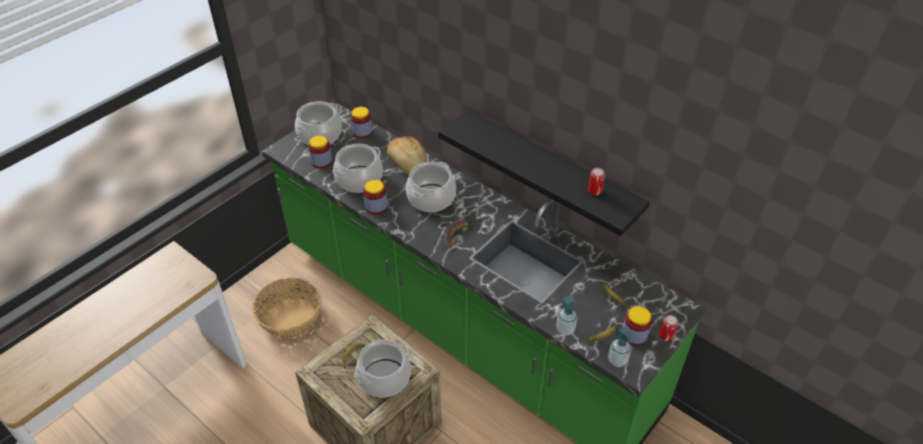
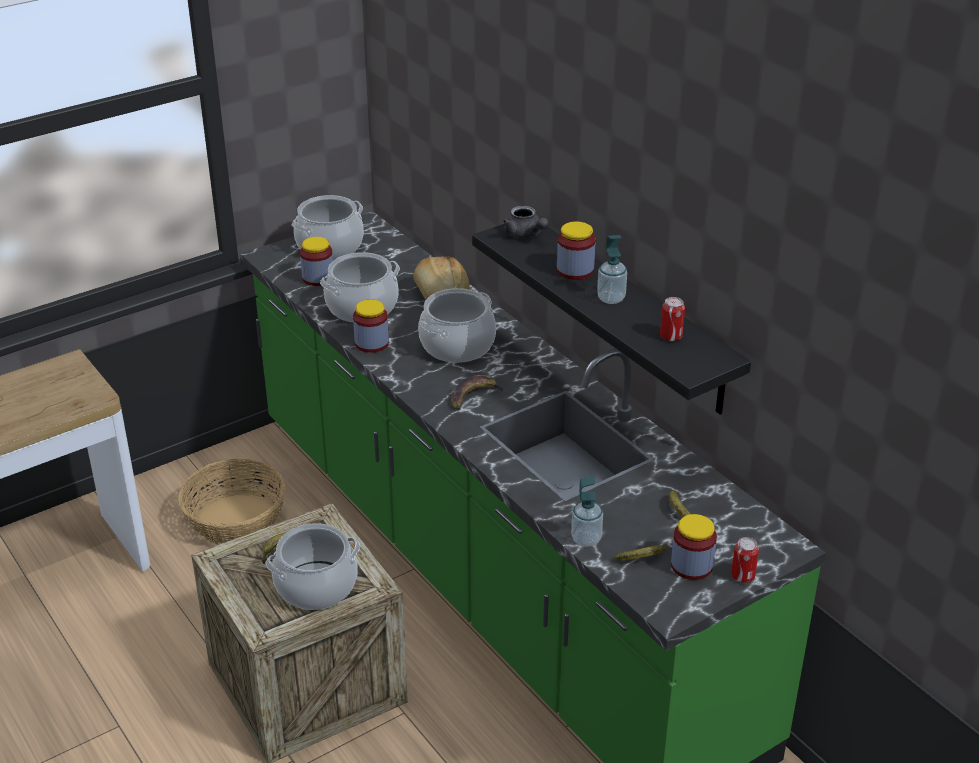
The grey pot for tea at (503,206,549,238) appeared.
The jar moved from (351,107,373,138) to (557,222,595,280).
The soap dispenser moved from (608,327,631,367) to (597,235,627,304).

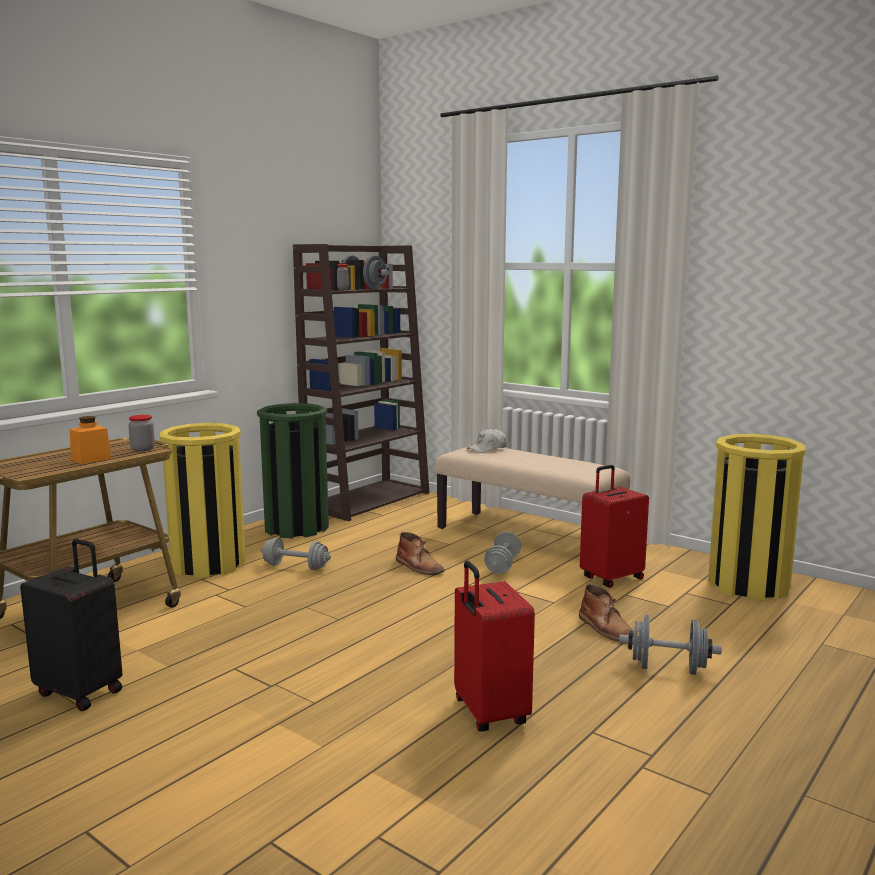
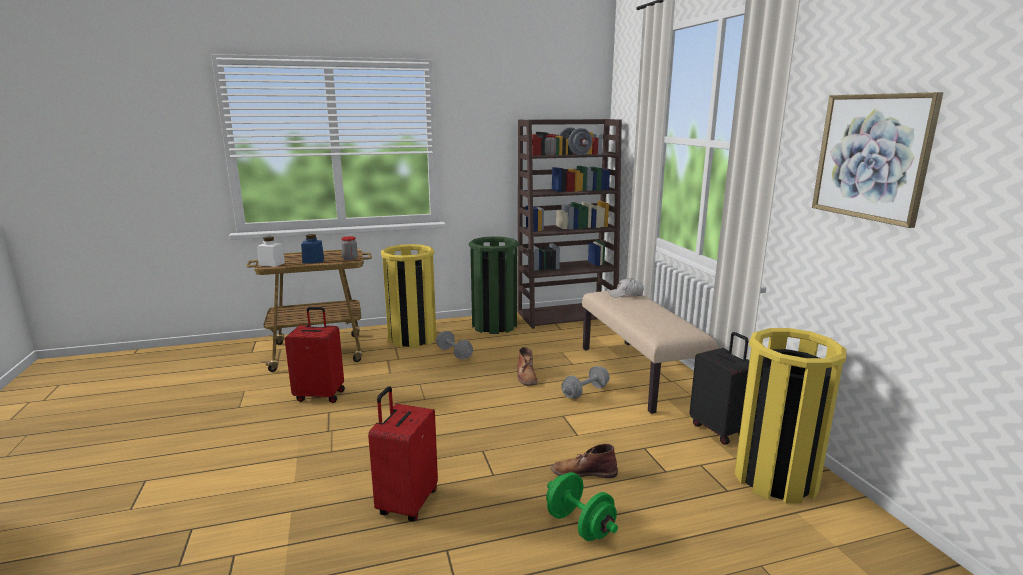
The white-coloured jar at (257,236,285,267) appeared.
The red-coloured suitcase moved from (580,465,649,588) to (285,307,345,403).
The orange-coloured jar at (70,416,111,464) became the blue-coloured jar at (301,234,324,264).
The grey free weight at (619,615,722,675) became the green-coloured free weight at (546,472,618,541).
The brown tall boot at (579,584,634,642) turned 90 degrees clockwise.
The black suitcase moved from (20,539,122,711) to (690,332,750,445).
The wall art at (812,92,943,228) appeared.

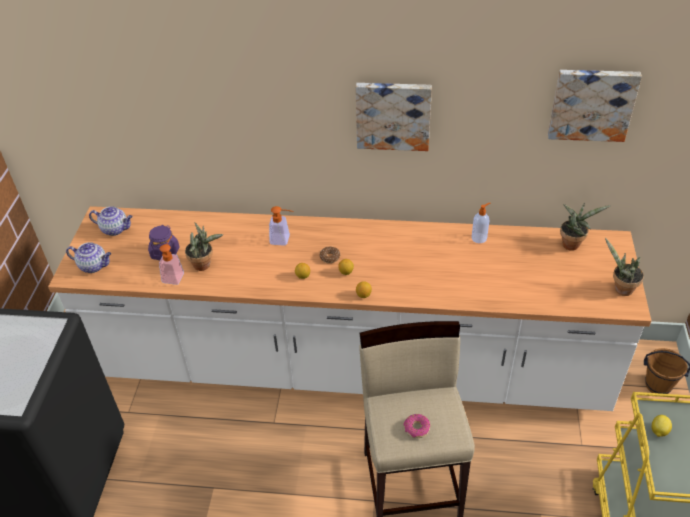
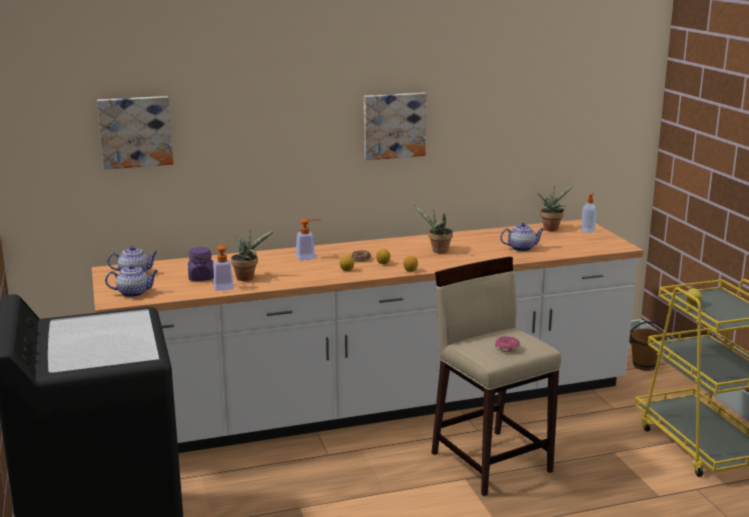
The wall art moved from (548,70,642,142) to (97,96,173,169).
The potted plant moved from (605,238,644,296) to (414,205,453,253).
The pot for tea at (500,223,544,252) appeared.
The soap dispenser moved from (472,203,490,243) to (581,193,597,232).

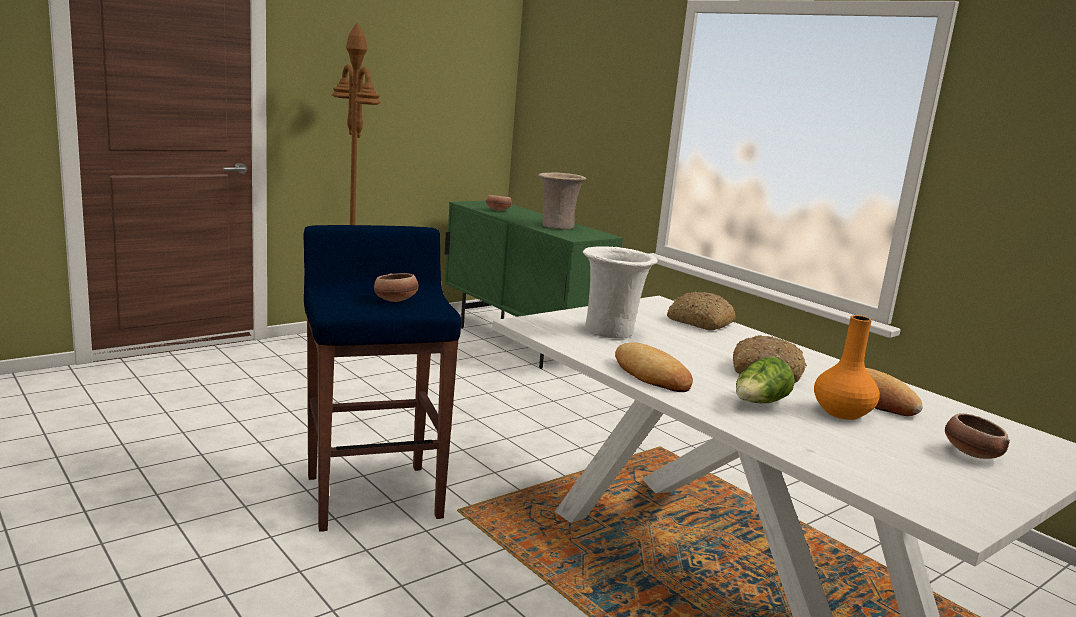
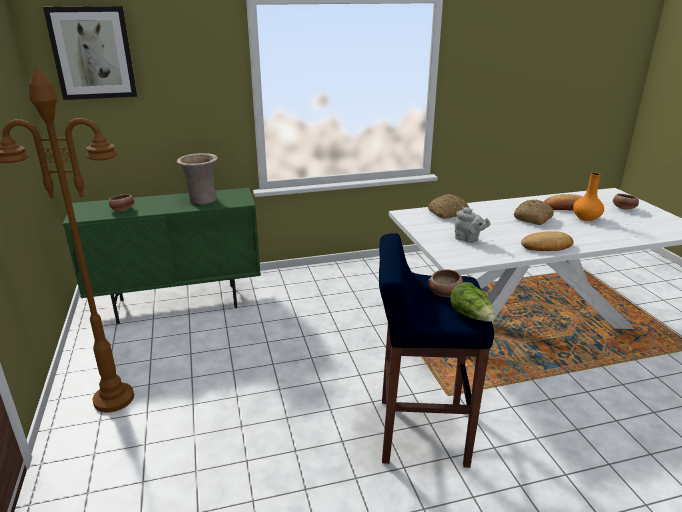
The wall art at (43,6,137,100) appeared.
The head of lettuce moved from (736,357,795,403) to (450,282,495,322).
The white-coloured flower vase at (583,246,658,339) was replaced by the grey pot for tea at (455,206,490,243).

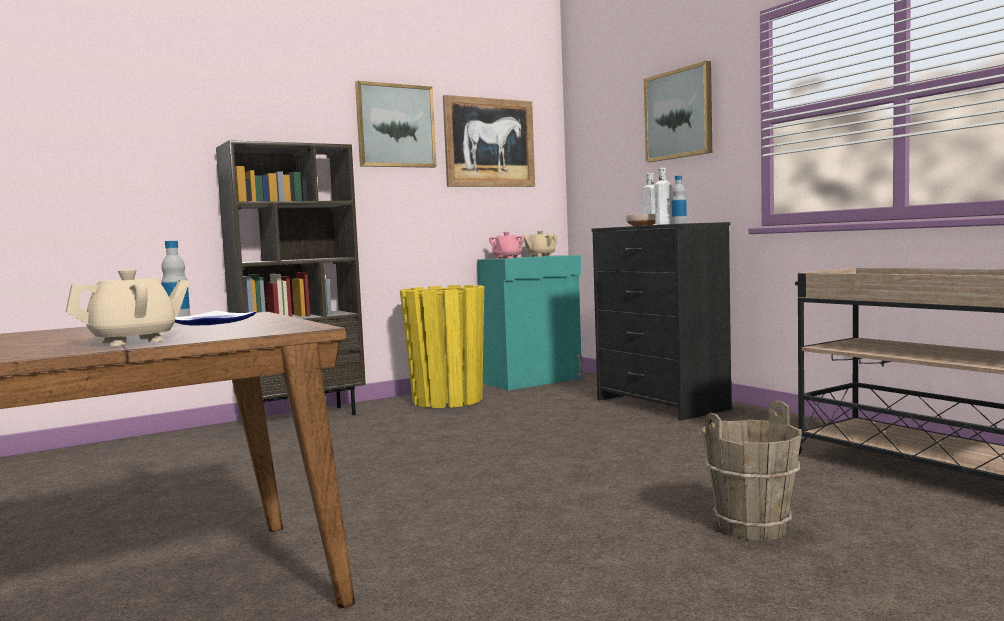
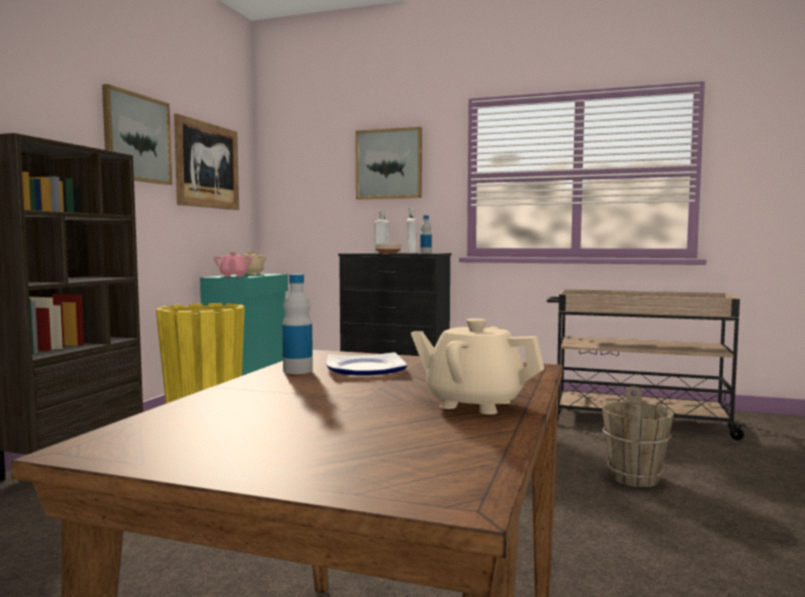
The sand-coloured pot for tea at (66,269,189,346) turned 75 degrees counterclockwise.

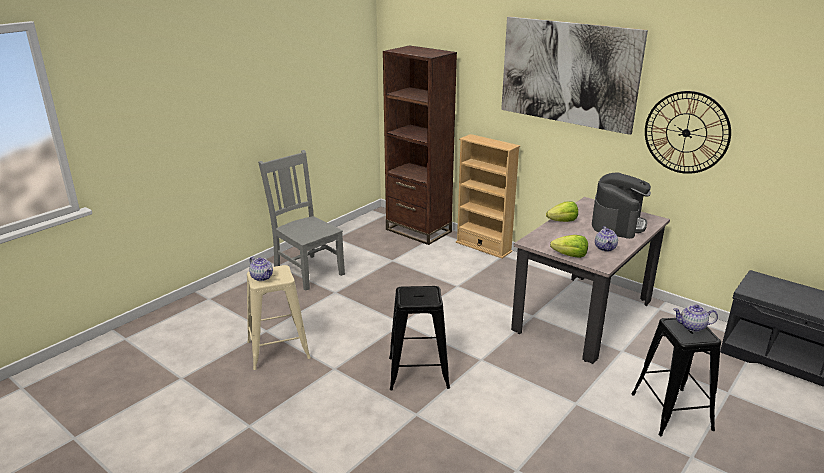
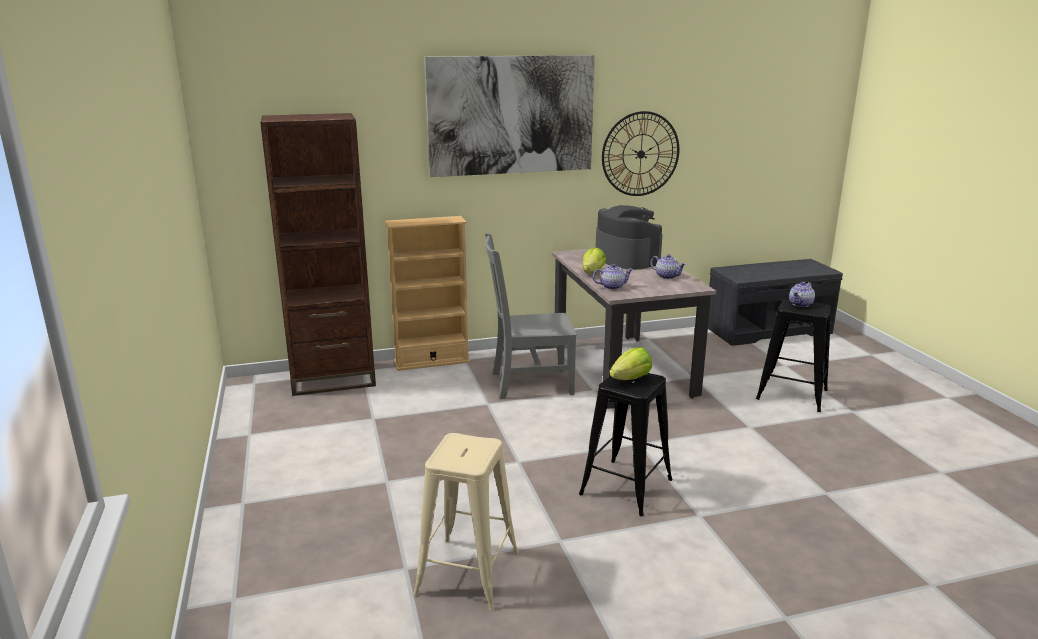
The grey upright chair moved from (258,150,345,291) to (485,232,577,399).
The pot for tea moved from (249,257,273,281) to (593,264,633,290).
The head of lettuce moved from (550,235,588,258) to (609,347,652,380).

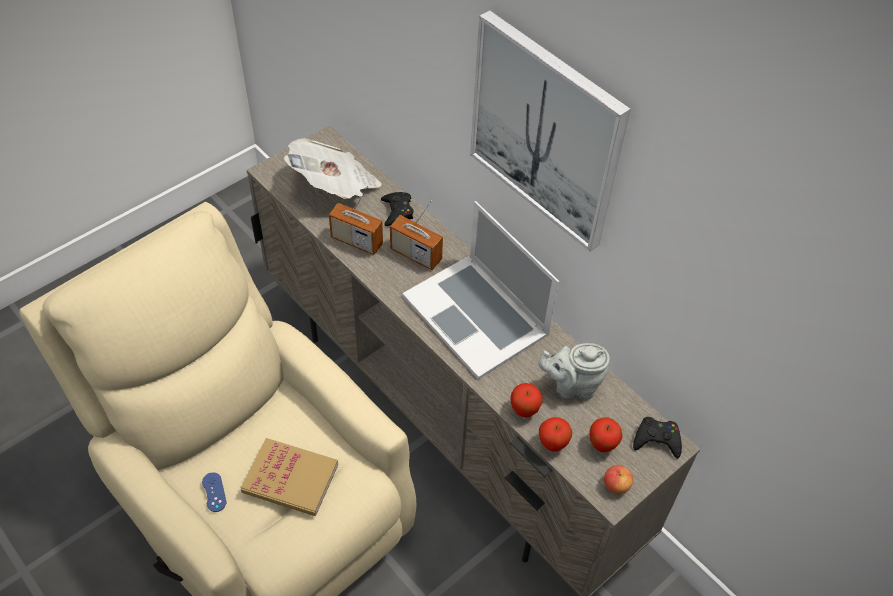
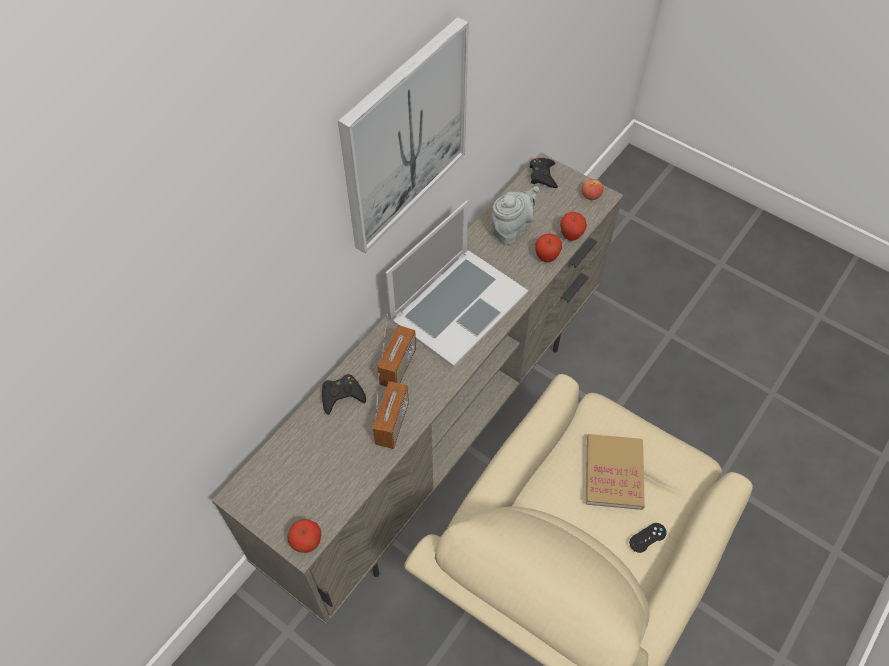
The apple fruit moved from (590,417,623,452) to (287,519,322,553).
The grey pot for tea at (538,343,610,399) turned 120 degrees counterclockwise.
The blue-coloured game controller at (202,472,227,512) became the black game controller at (629,523,667,553).
The printed paper at (283,138,382,199) disappeared.

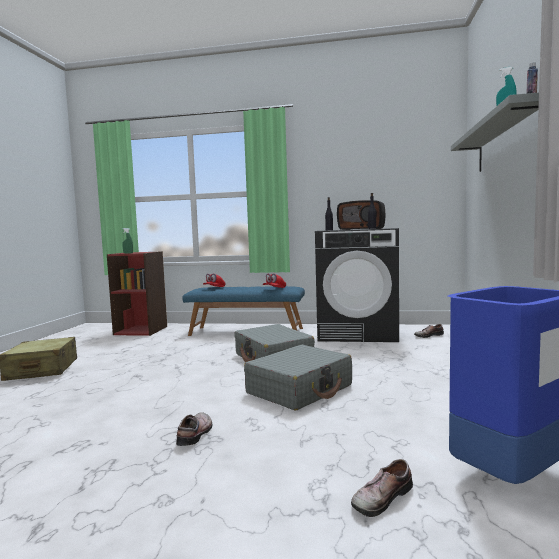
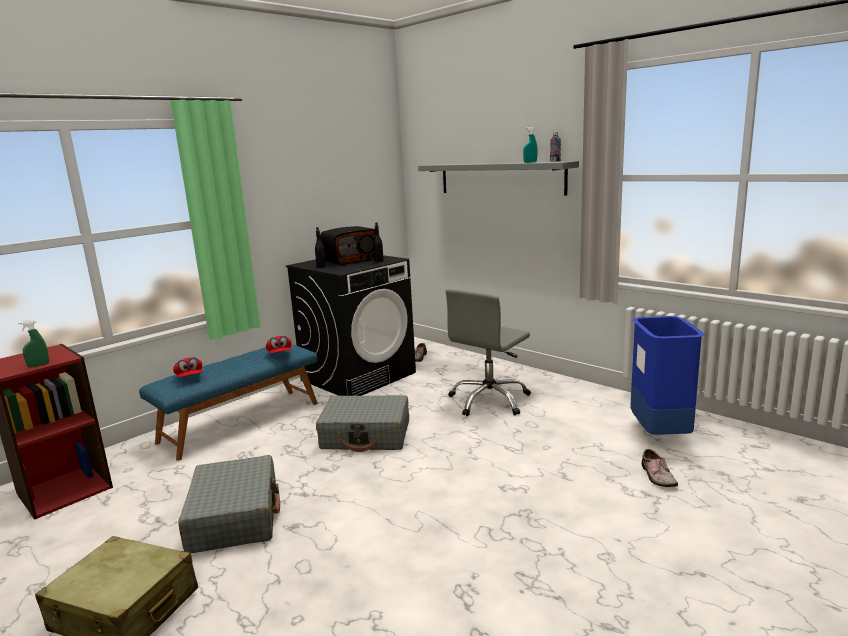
The grey suitcase moved from (244,345,352,410) to (178,455,280,553).
The grey computer chair at (446,289,531,416) appeared.
The low shoe at (176,412,212,446) disappeared.

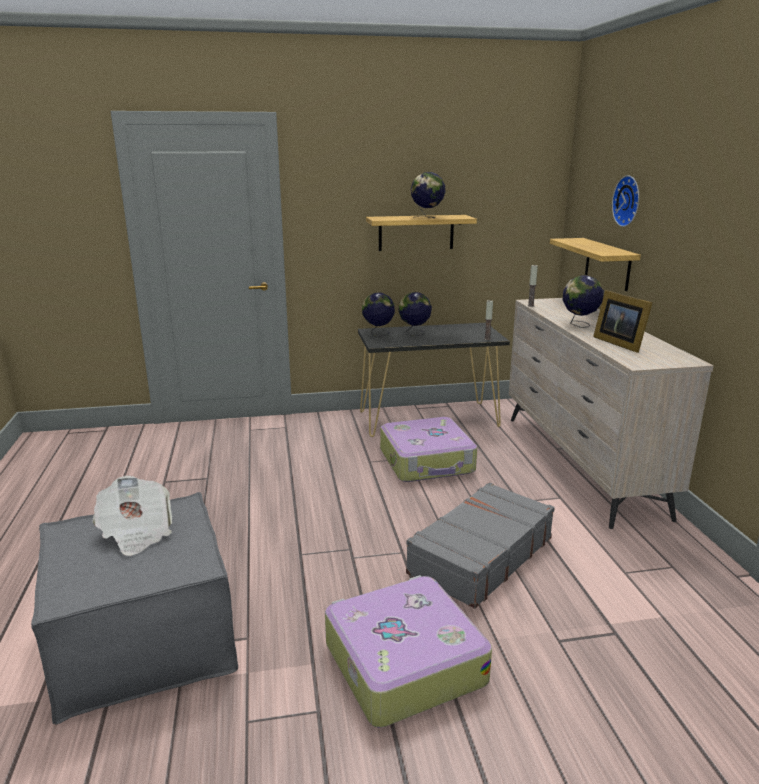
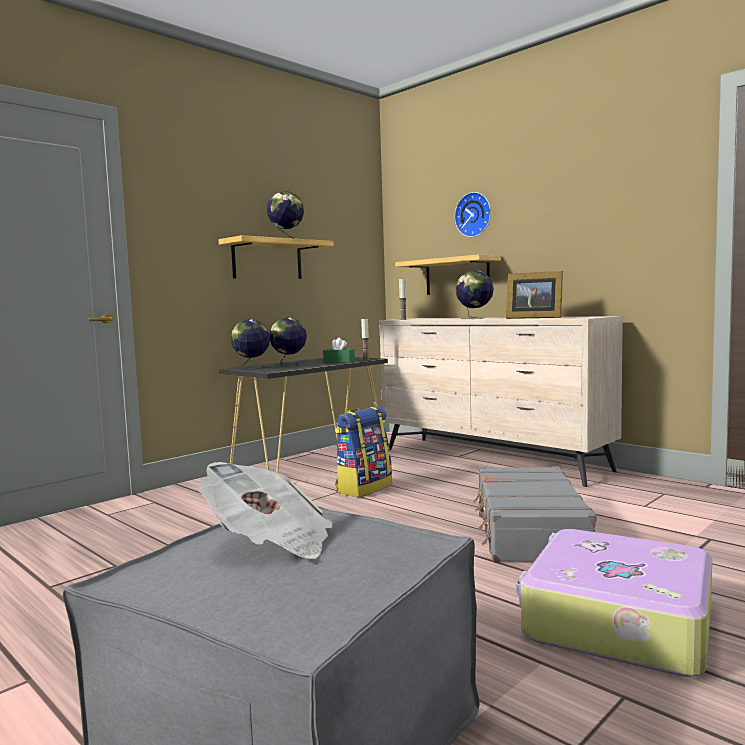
The green-coloured tissue holder at (323,338,355,363) appeared.
The suitcase at (380,417,477,482) was replaced by the rucksack at (335,406,392,497).

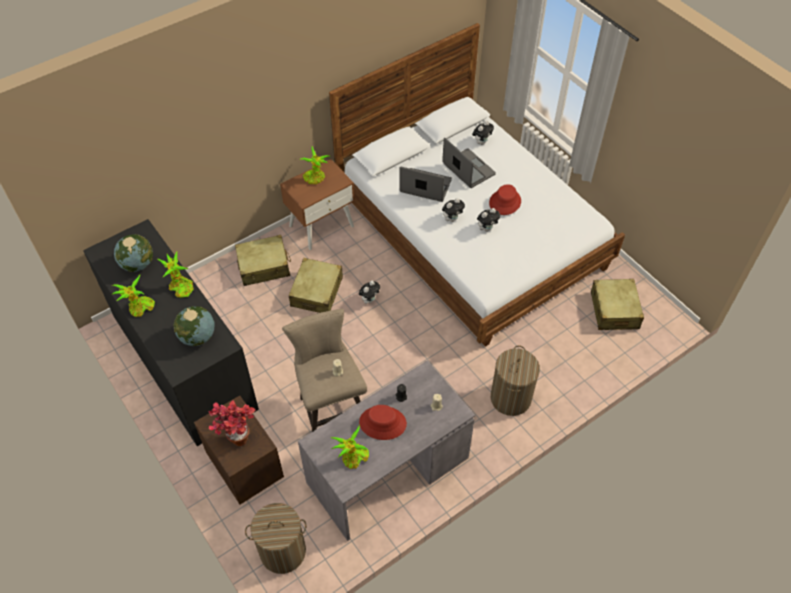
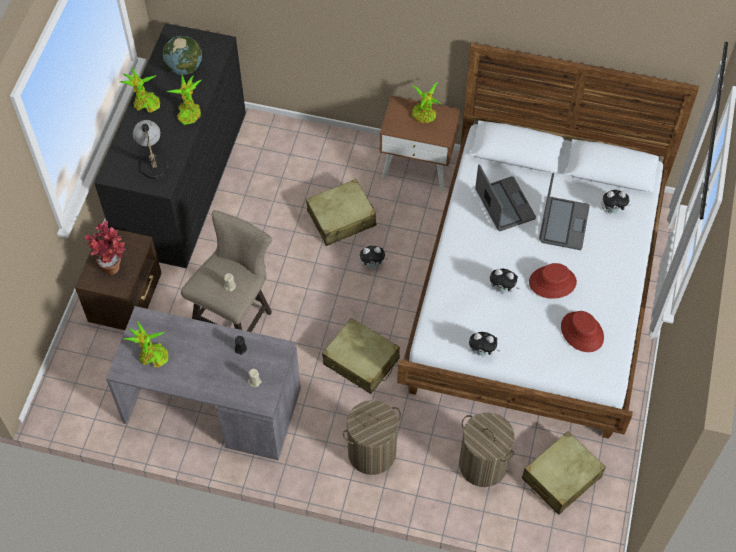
The globe at (174,306,215,346) was replaced by the tabletop lamp at (133,120,168,184).
The sand-coloured suitcase moved from (235,235,291,286) to (322,318,400,394).
The hamper moved from (245,503,306,574) to (459,412,515,487).
The cuddly toy moved from (442,198,465,222) to (469,332,500,357).
The red-coloured clothing hat moved from (359,405,407,440) to (561,311,604,352).

